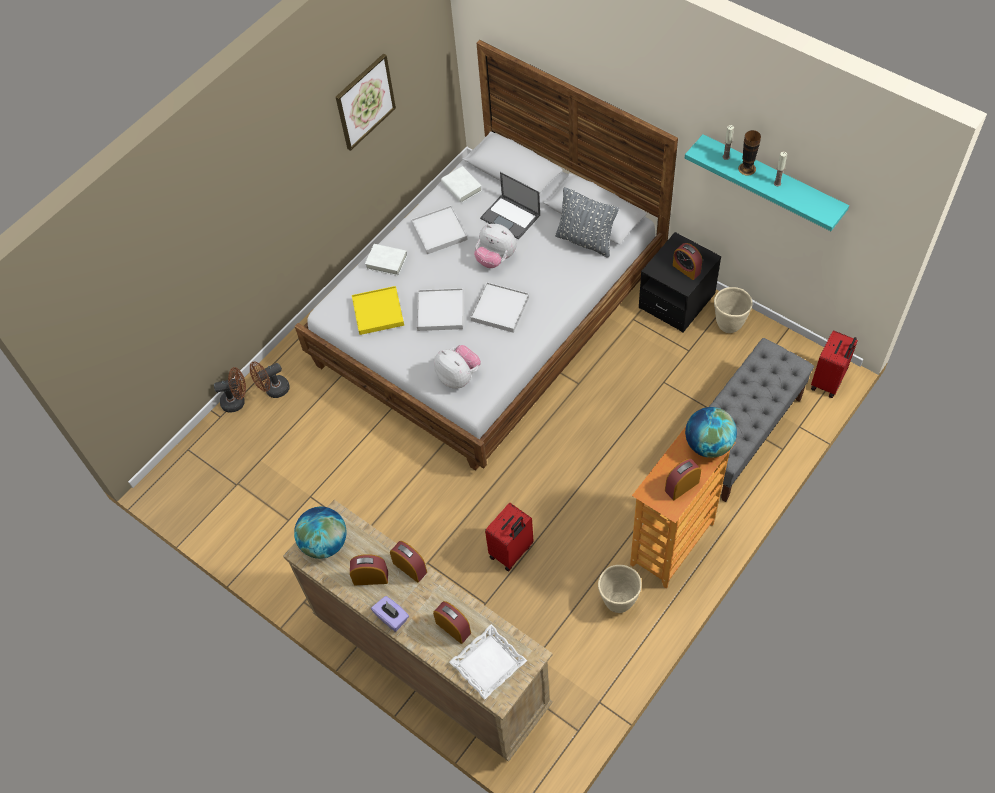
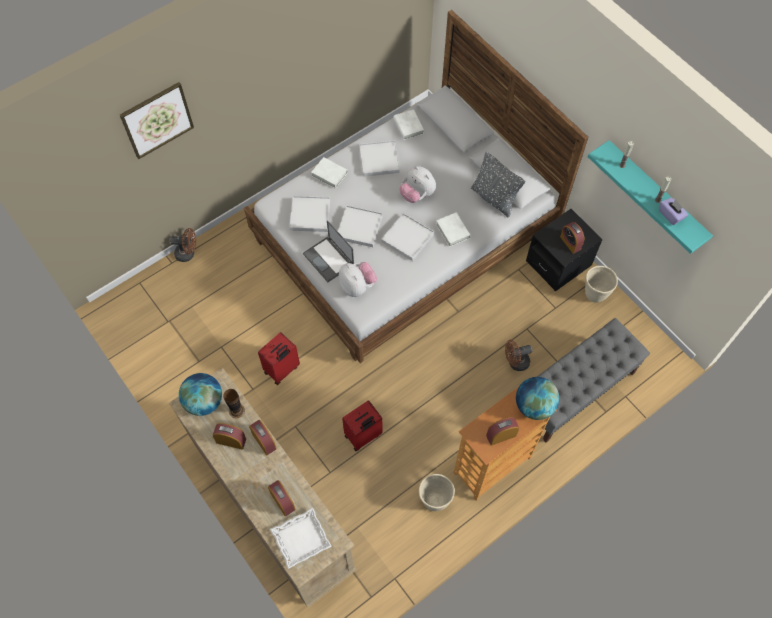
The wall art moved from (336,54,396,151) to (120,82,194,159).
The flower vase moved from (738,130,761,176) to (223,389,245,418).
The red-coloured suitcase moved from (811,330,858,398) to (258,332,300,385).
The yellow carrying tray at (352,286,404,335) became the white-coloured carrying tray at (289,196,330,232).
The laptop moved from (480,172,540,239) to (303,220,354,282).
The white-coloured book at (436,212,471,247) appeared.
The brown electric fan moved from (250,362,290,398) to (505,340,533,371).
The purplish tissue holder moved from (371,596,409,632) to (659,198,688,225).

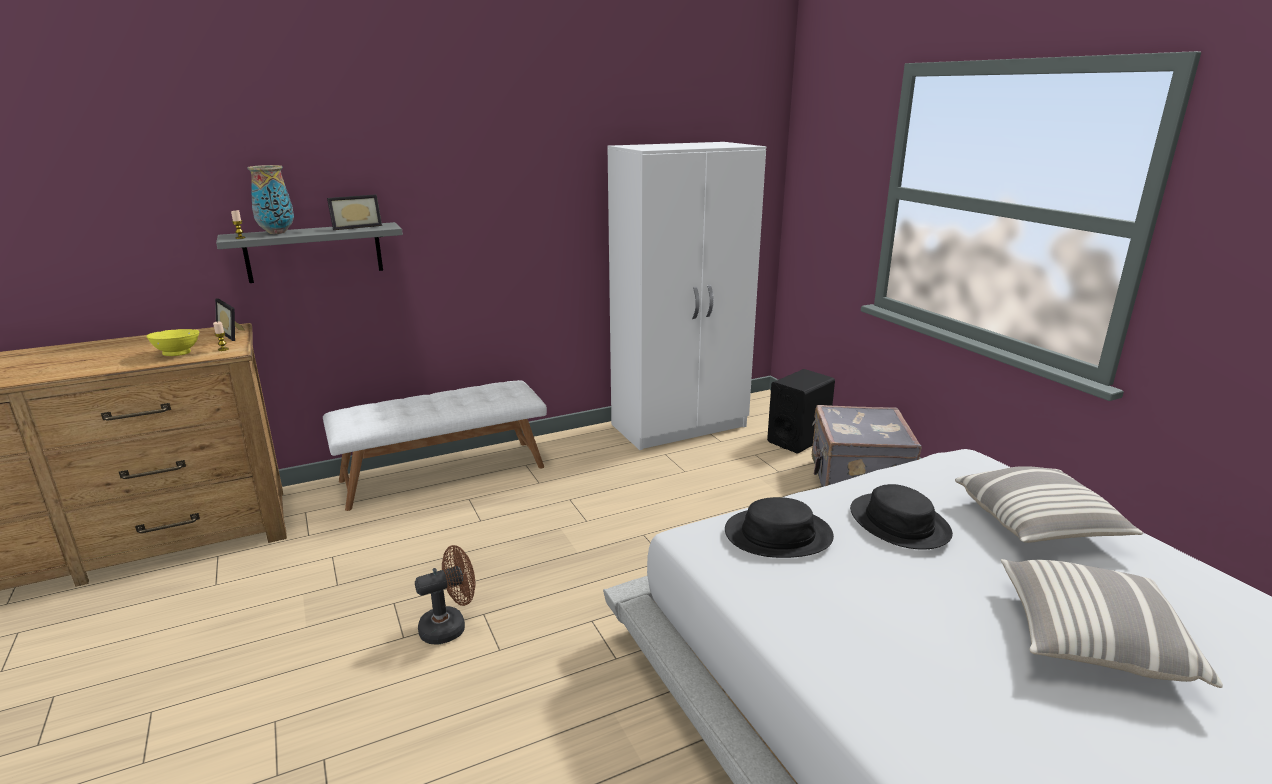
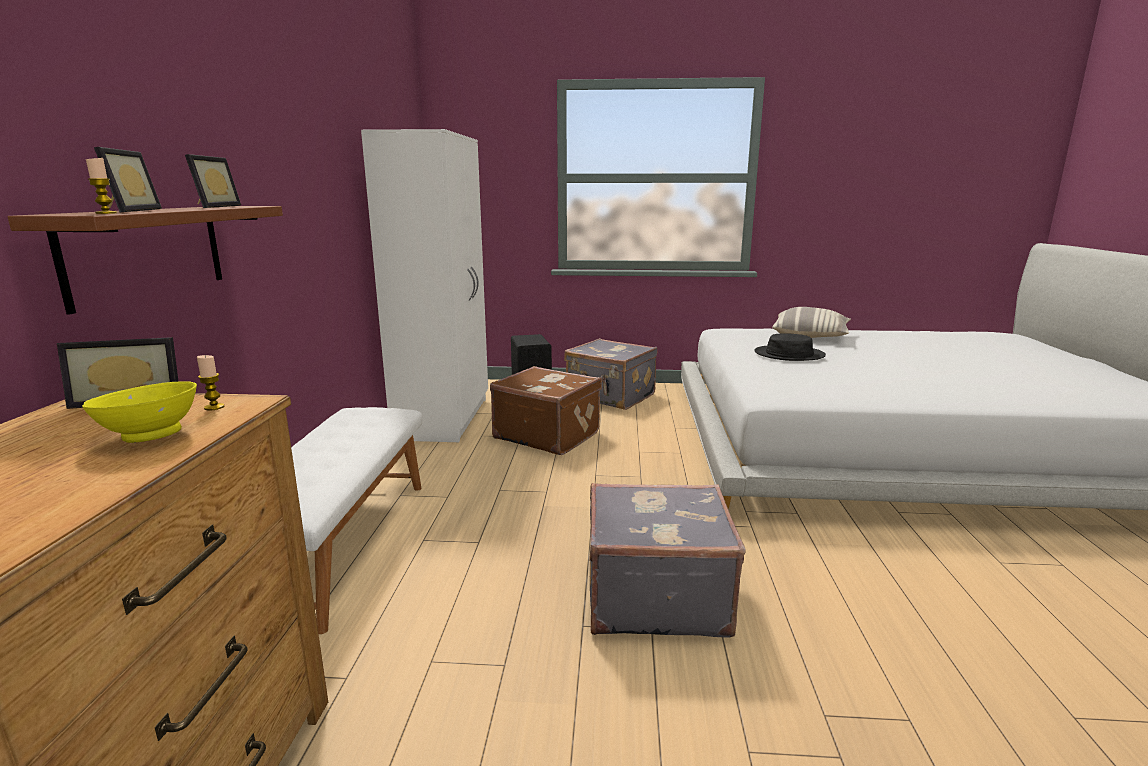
The grey wall shelf at (216,222,403,283) became the brown wall shelf at (8,206,283,315).
The flower vase at (247,165,294,234) was replaced by the photo frame at (94,147,162,212).
The brown suitcase at (490,366,602,455) appeared.
The brown electric fan at (415,545,476,645) was replaced by the grey suitcase at (589,483,746,638).
The black clothing hat at (725,497,834,558) disappeared.
The cushion at (1001,559,1223,688) disappeared.

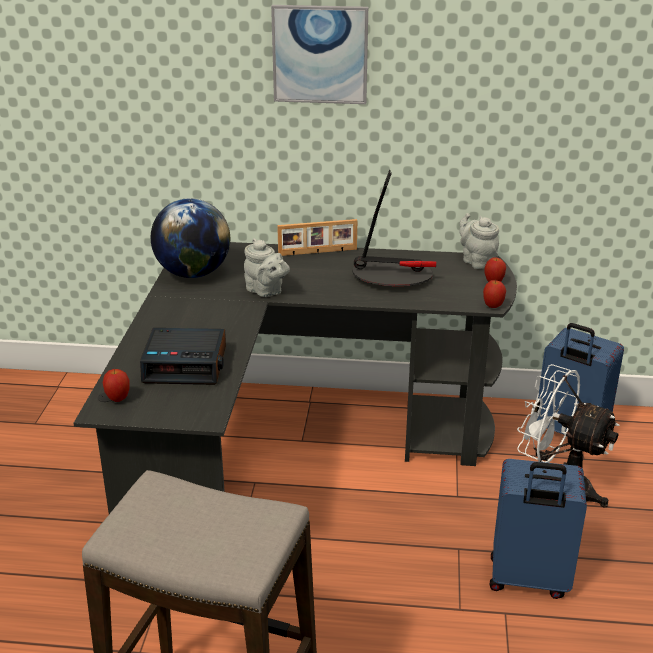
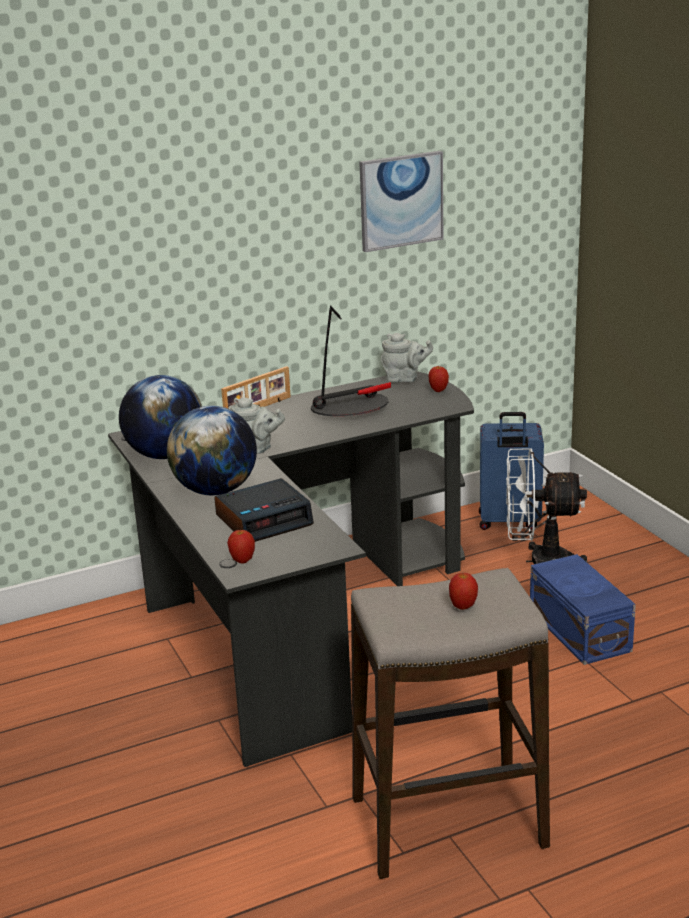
The globe at (167,406,257,495) appeared.
The wall art moved from (271,5,368,104) to (359,151,443,252).
The grey pot for tea at (459,213,499,269) turned 150 degrees clockwise.
The apple fruit moved from (483,280,506,308) to (449,573,478,610).
The blue-coloured suitcase at (490,459,587,599) was replaced by the blue-coloured storage box at (530,554,636,665).

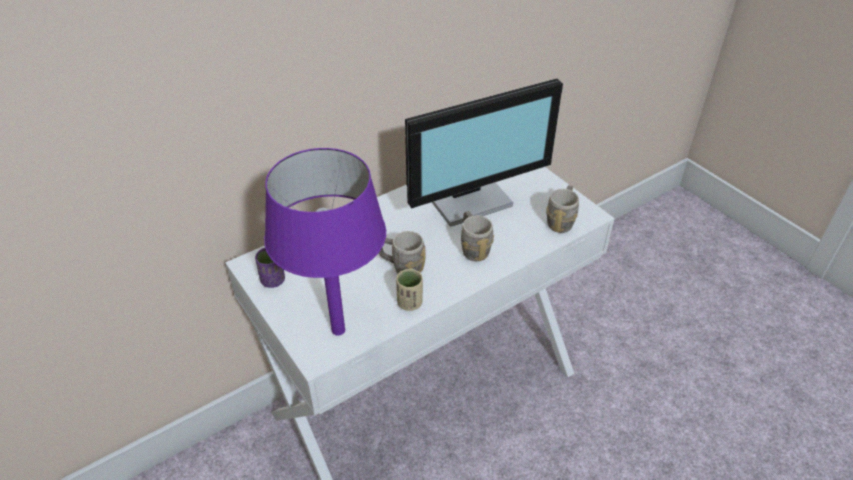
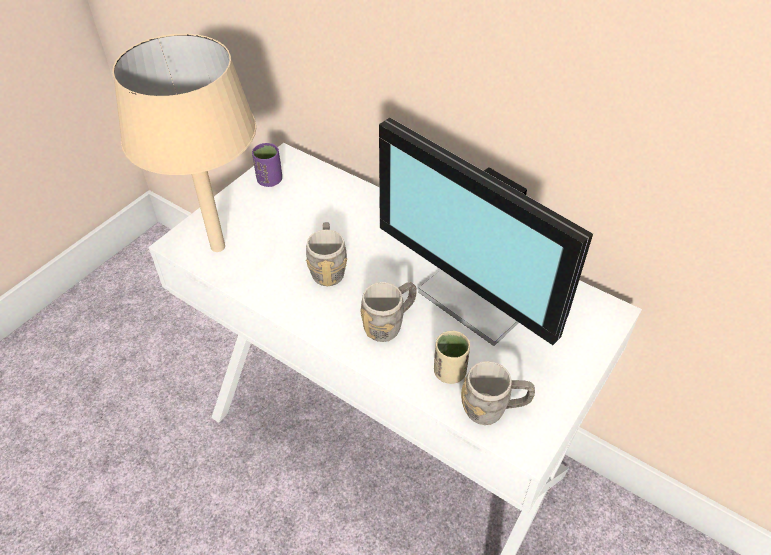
The purplish tabletop lamp at (264,148,386,336) became the sand-coloured tabletop lamp at (112,34,256,252).
The sand-coloured drinking cup moved from (396,269,423,311) to (434,331,470,384).

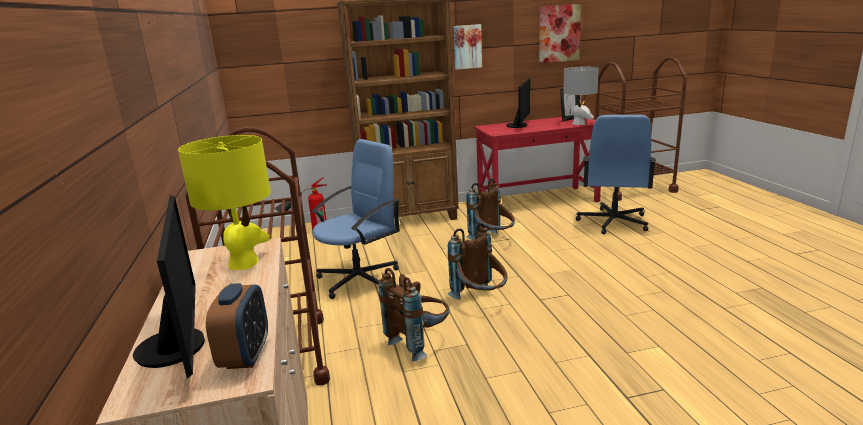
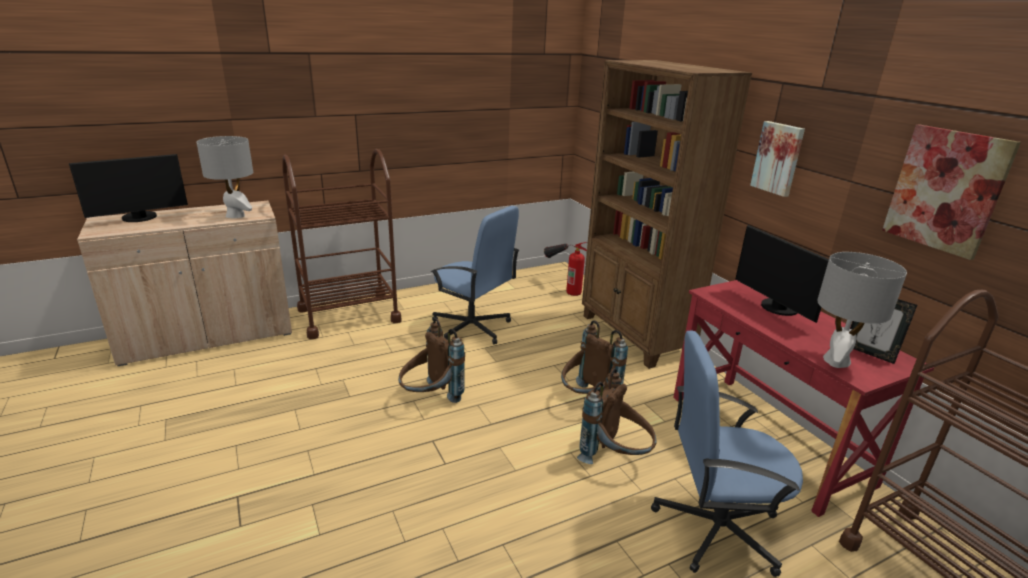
The yellow tabletop lamp at (178,135,271,270) became the grey tabletop lamp at (196,136,253,218).
The brown rucksack moved from (379,268,450,362) to (577,368,657,464).
The computer screen at (506,79,530,128) turned 60 degrees clockwise.
The alarm clock at (206,283,268,369) disappeared.

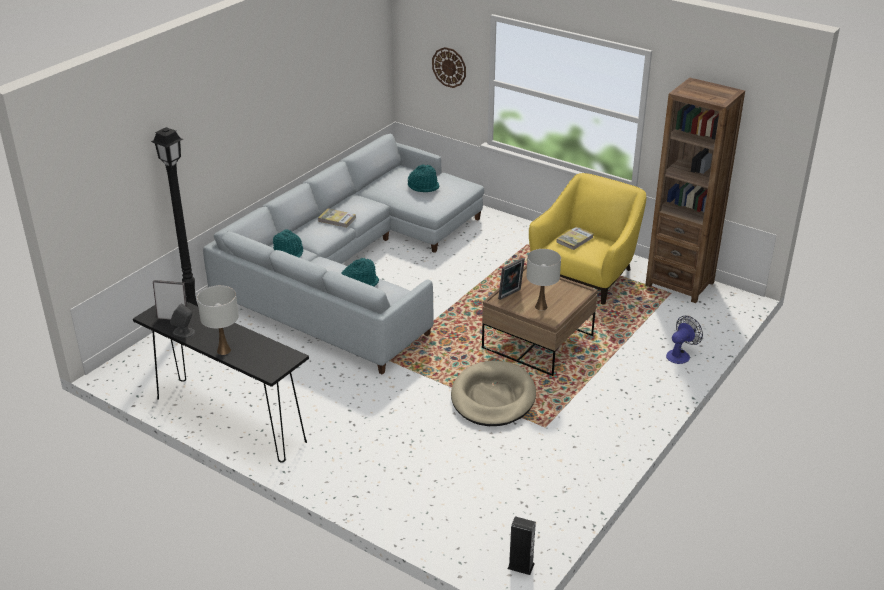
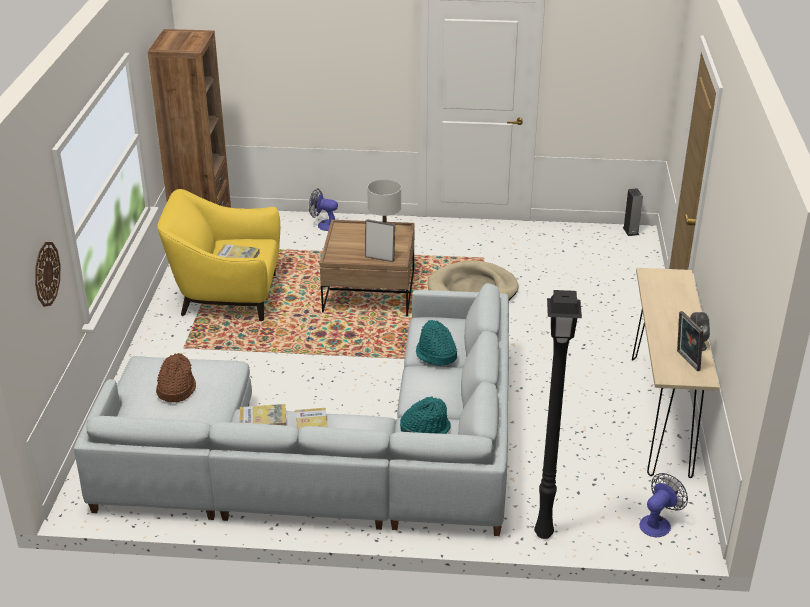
The turquoise-coloured clothing hat at (408,165,439,192) became the brown clothing hat at (156,353,196,402).
The book at (240,404,286,426) appeared.
The black console table at (133,302,309,463) became the sand-coloured console table at (632,268,720,478).
The electric fan at (640,473,688,537) appeared.
The white-coloured tabletop lamp at (197,285,239,355) disappeared.

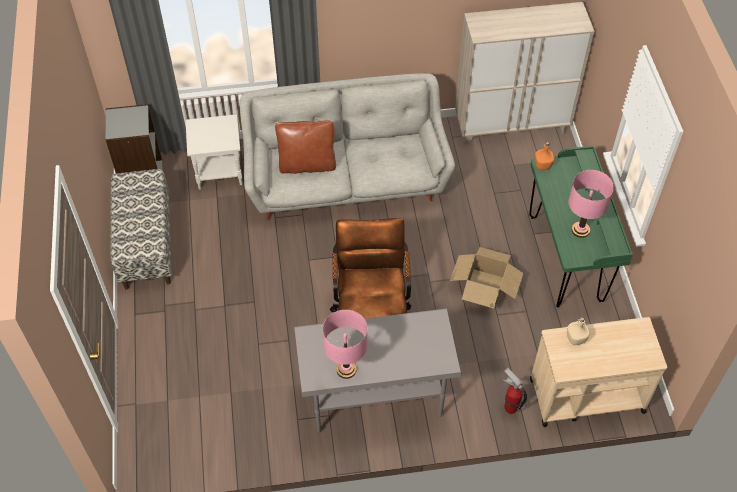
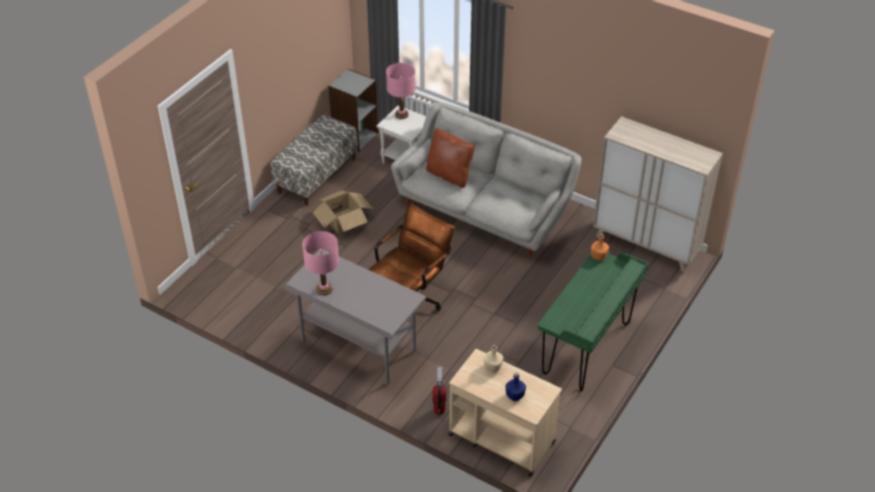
The carton moved from (450,247,523,309) to (312,191,373,234).
The pinkish tabletop lamp moved from (569,170,614,238) to (386,63,416,119).
The blue-coloured beverage bottle at (505,373,526,401) appeared.

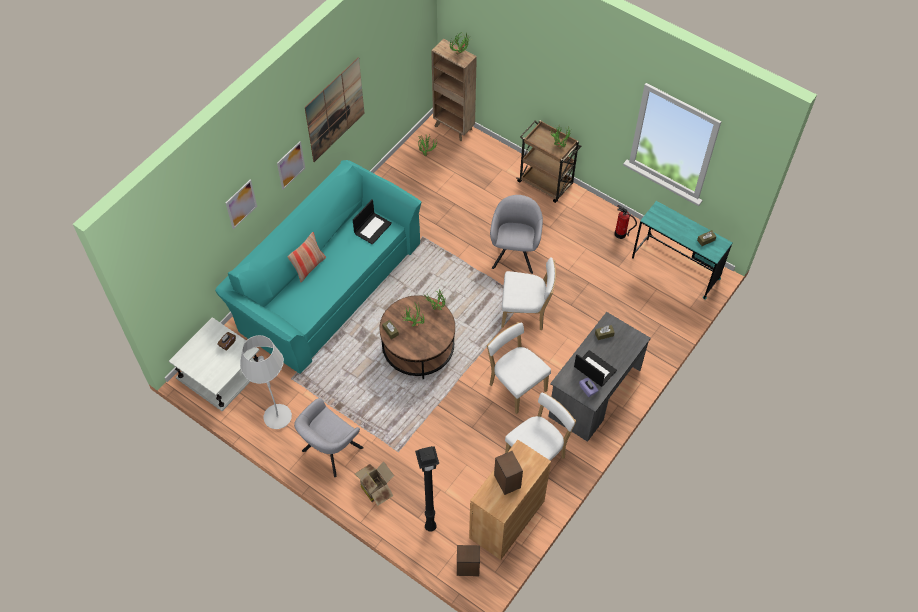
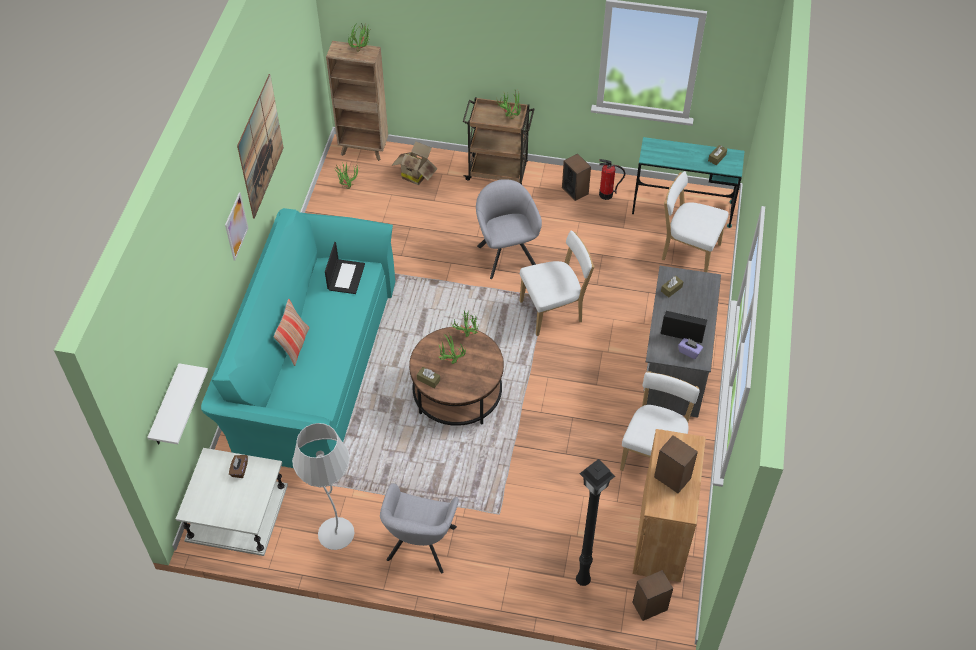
The white-coloured wall shelf at (147,363,208,444) appeared.
The carton moved from (355,461,394,506) to (391,141,437,185).
The loudspeaker at (562,153,591,201) appeared.
The white-coloured upright chair moved from (487,322,551,414) to (662,171,728,272).
The wall art at (226,180,257,229) disappeared.

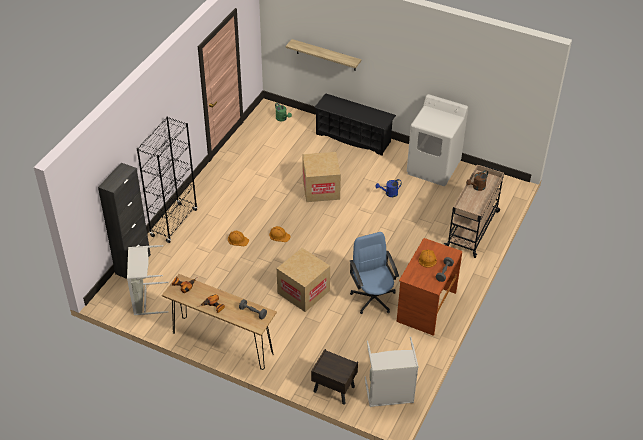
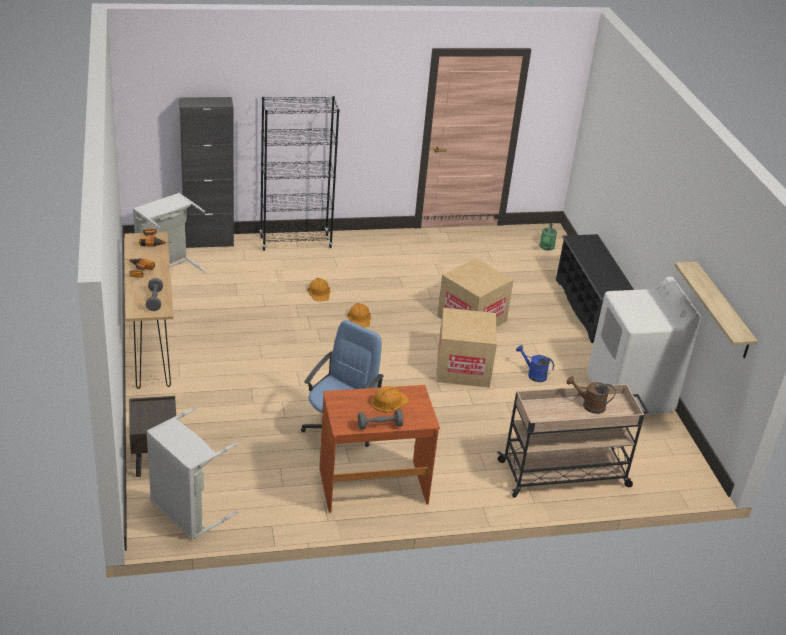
The carton moved from (277,248,330,312) to (436,308,497,388).
The wall shelf moved from (286,39,361,71) to (674,262,758,358).

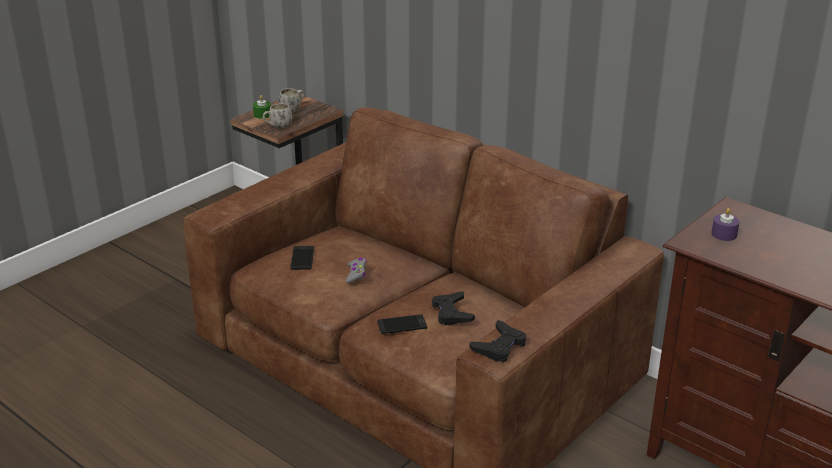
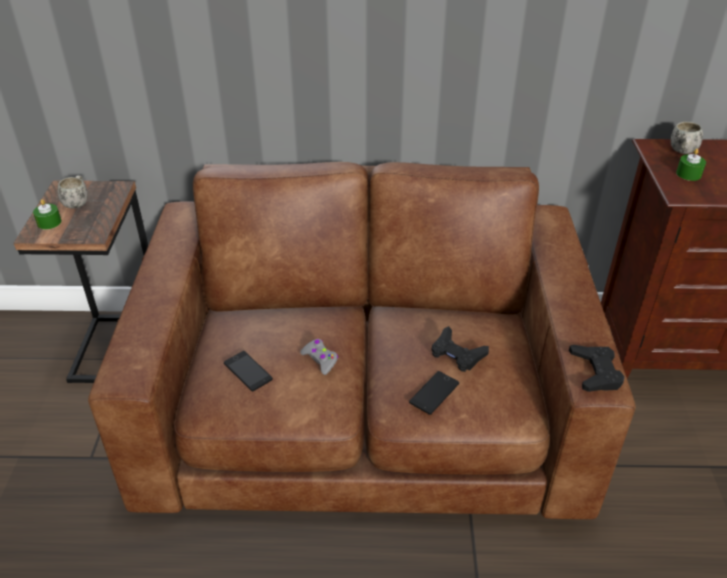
The white-coloured mug moved from (262,103,292,128) to (671,122,703,154).
The purplish wax candle at (711,208,740,241) became the green-coloured wax candle at (676,149,706,181).

